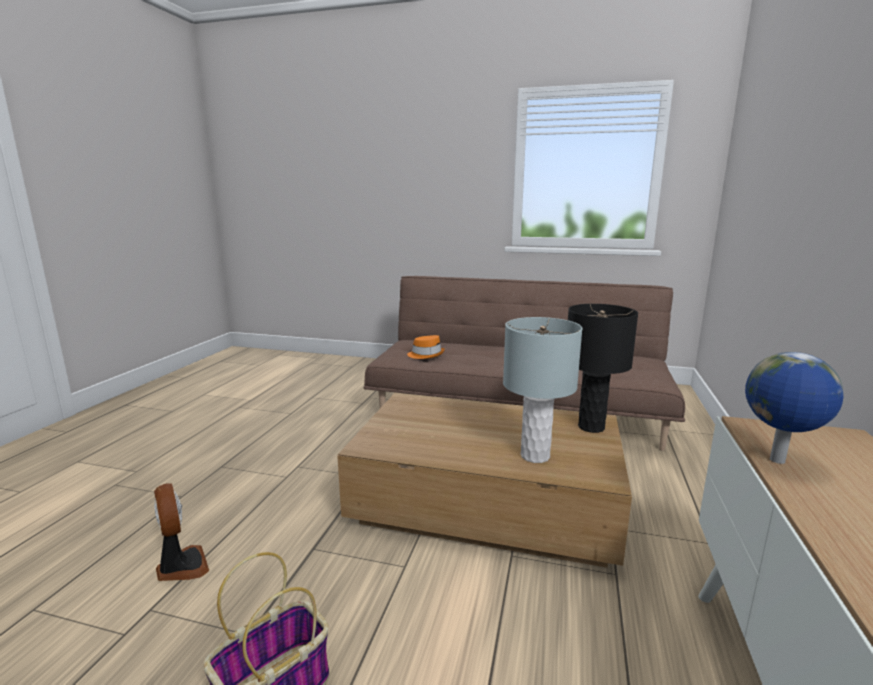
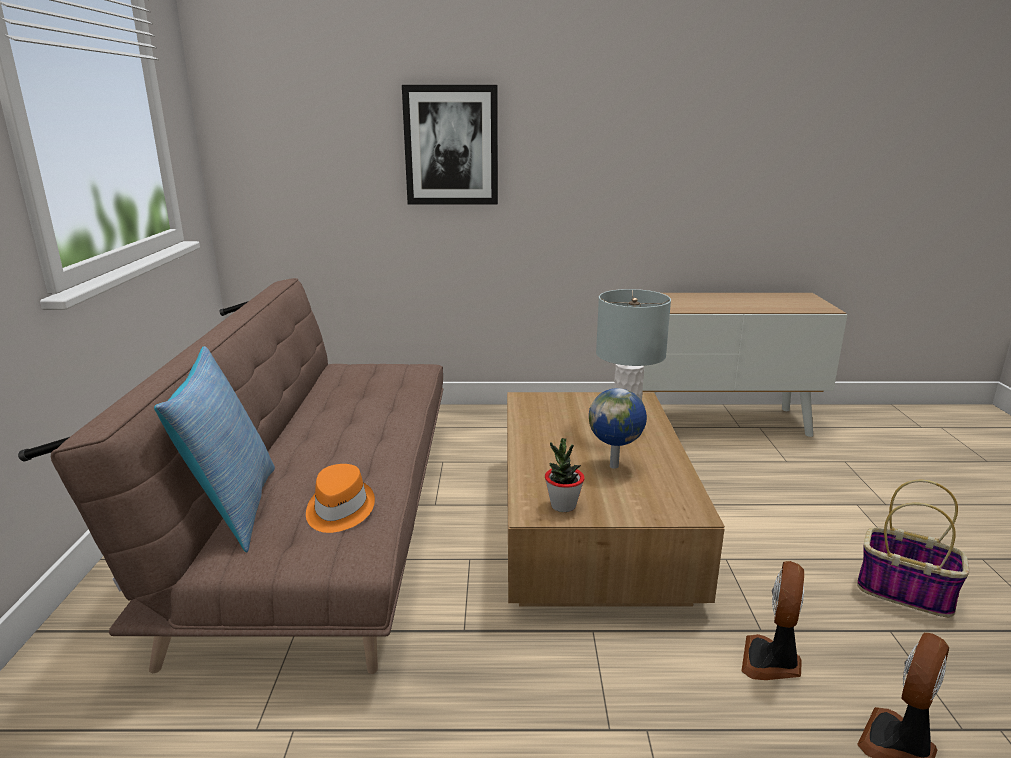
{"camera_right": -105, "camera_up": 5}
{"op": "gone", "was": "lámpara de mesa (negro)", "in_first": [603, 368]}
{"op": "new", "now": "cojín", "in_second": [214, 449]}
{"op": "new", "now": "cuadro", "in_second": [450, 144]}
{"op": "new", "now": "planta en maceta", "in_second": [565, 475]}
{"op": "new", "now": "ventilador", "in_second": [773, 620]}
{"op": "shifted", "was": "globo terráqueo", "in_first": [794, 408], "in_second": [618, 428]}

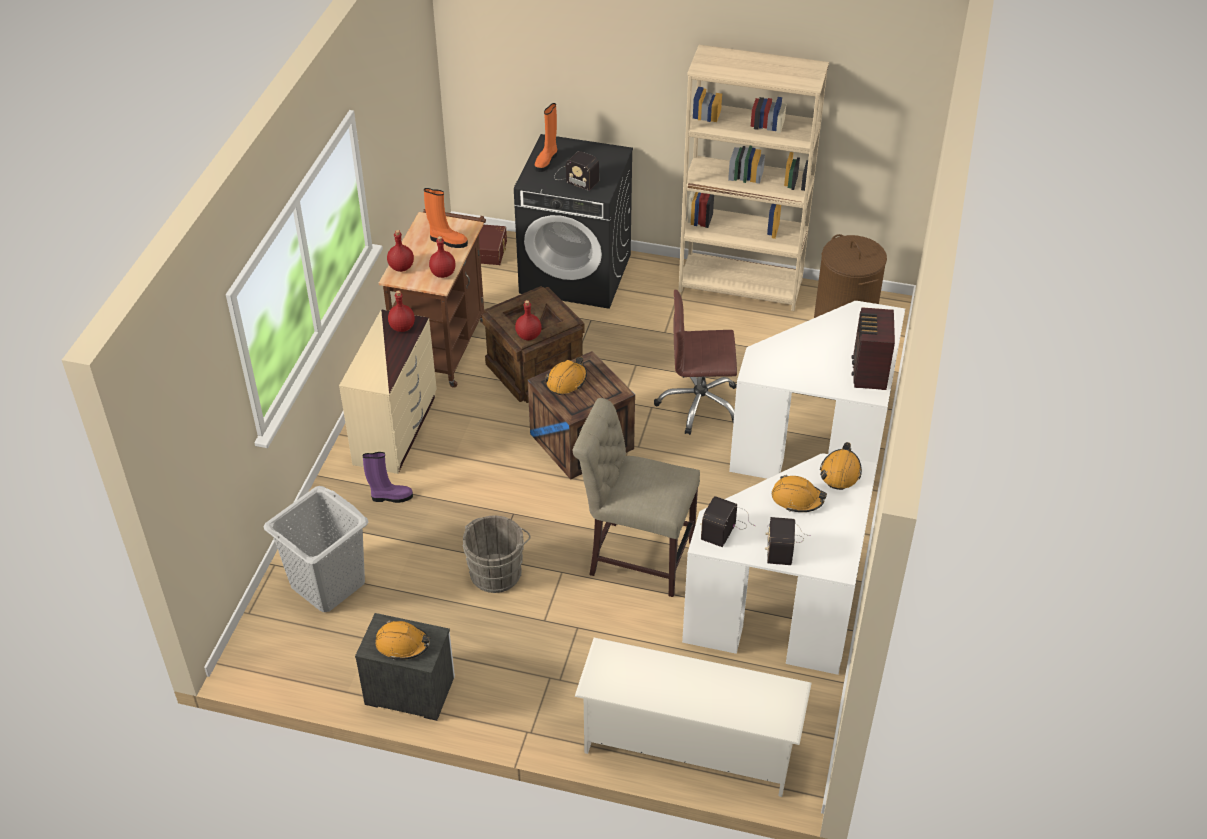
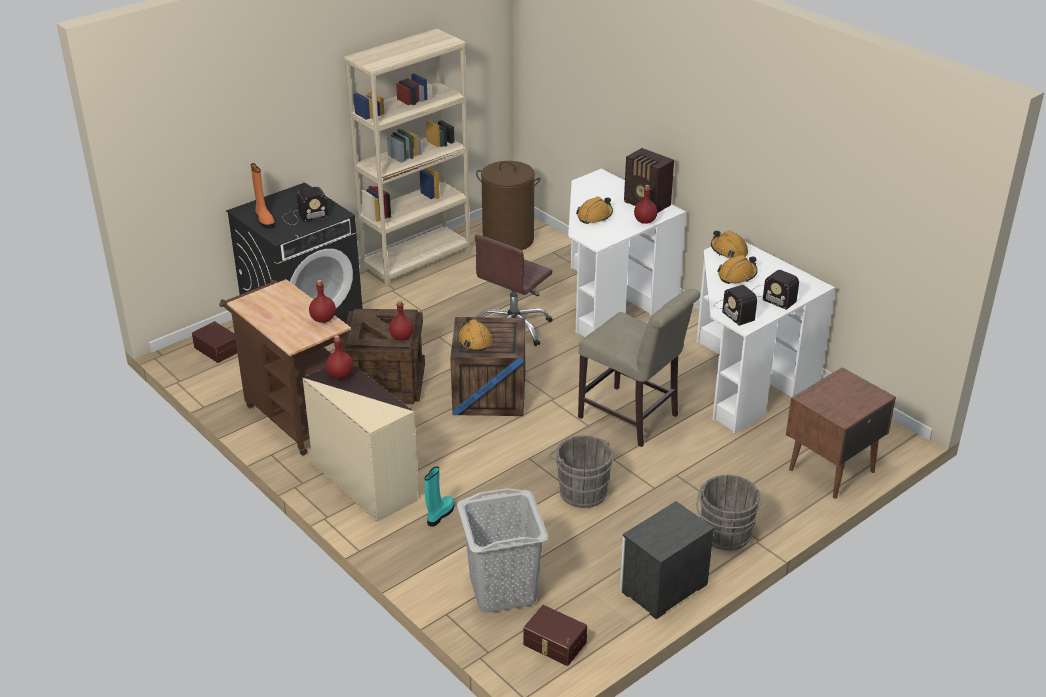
{"camera_right": -55, "camera_up": -10}
{"op": "gone", "was": "bota (naranja)", "in_first": [446, 218]}
{"op": "new", "now": "caja de almacenaje (marrón)", "in_second": [555, 635]}
{"op": "new", "now": "cubo (gris)", "in_second": [728, 513]}
{"op": "shifted", "was": "casco (naranja)", "in_first": [402, 640], "in_second": [594, 210]}
{"op": "shifted", "was": "botella (rojo)", "in_first": [400, 251], "in_second": [645, 204]}
{"op": "swapped", "was": "zapatero (blanco)", "now": "mesita de noche (marrón)", "in_first": [693, 717], "in_second": [841, 433]}
{"op": "repainted", "was": "bota (morado)", "now": "bota (turquesa)", "in_first": [388, 477], "in_second": [439, 497]}
{"op": "rotated", "was": "silla (beis)", "in_first": [636, 497], "in_second": [639, 368], "clockwise": -105}

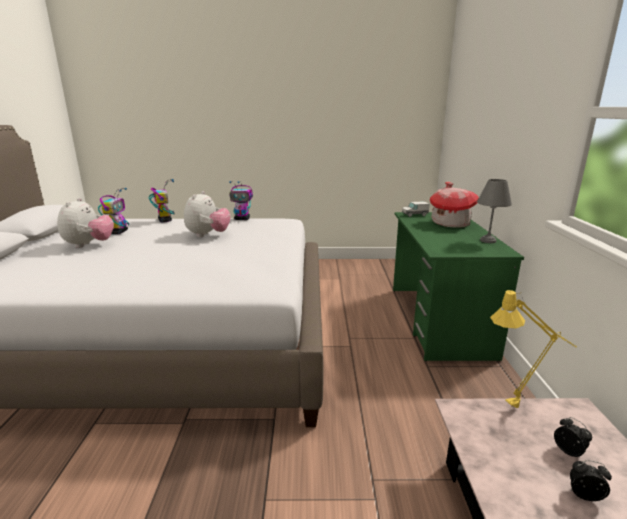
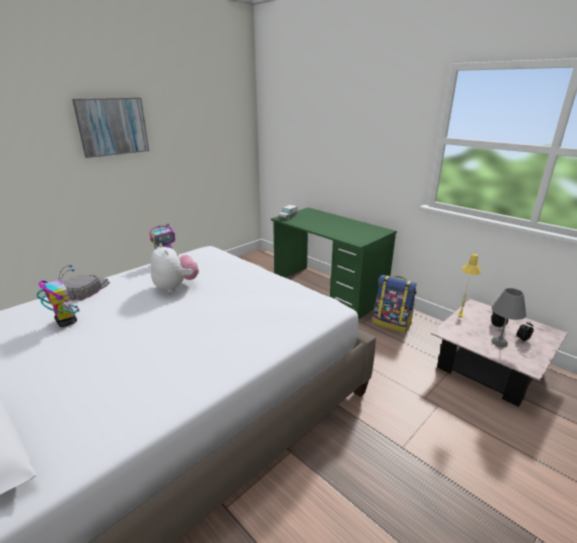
{"camera_right": -45, "camera_up": 5}
{"op": "gone", "was": "peluche", "in_first": [85, 223]}
{"op": "gone", "was": "casita", "in_first": [454, 205]}
{"op": "new", "now": "cuadro", "in_second": [110, 128]}
{"op": "new", "now": "mochila", "in_second": [395, 304]}
{"op": "shifted", "was": "lámpara de mesa (gris)", "in_first": [494, 211], "in_second": [508, 317]}
{"op": "swapped", "was": "robot de juguete", "now": "gorra (gris)", "in_first": [161, 200], "in_second": [86, 287]}

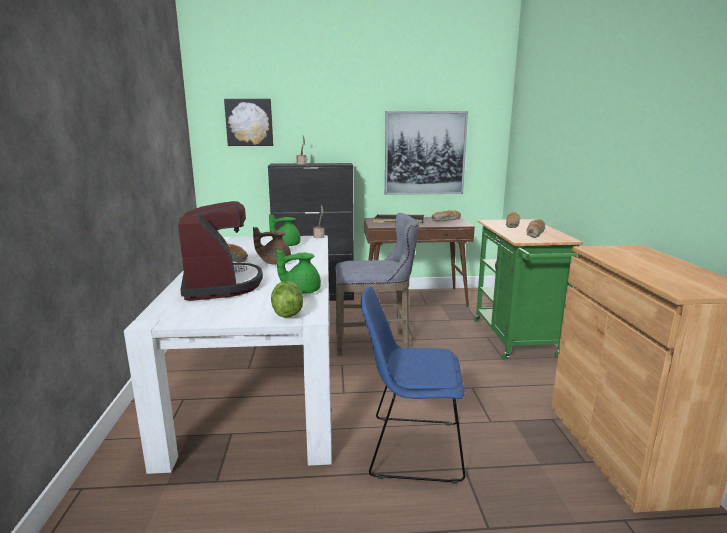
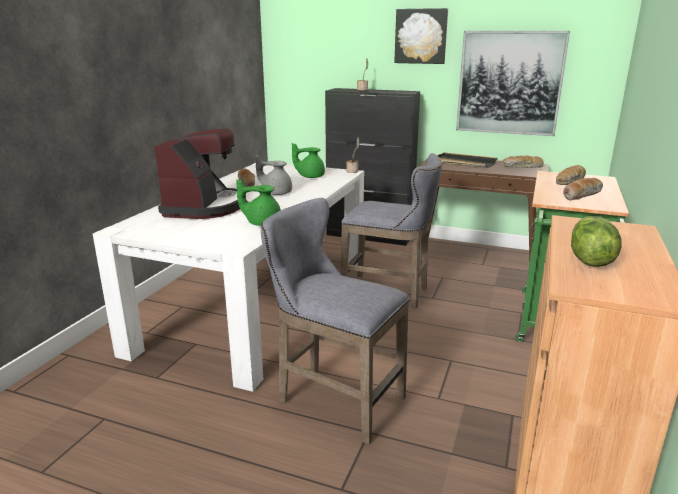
{"camera_right": 25, "camera_up": 5}
{"op": "shifted", "was": "cuadro", "in_first": [248, 122], "in_second": [421, 36]}
{"op": "shifted", "was": "lechuga", "in_first": [287, 299], "in_second": [596, 241]}
{"op": "swapped", "was": "silla (azul)", "now": "taburete (gris)", "in_first": [413, 385], "in_second": [335, 321]}
{"op": "repainted", "was": "tetera (marrón)", "now": "tetera (gris)", "in_first": [272, 246], "in_second": [273, 175]}

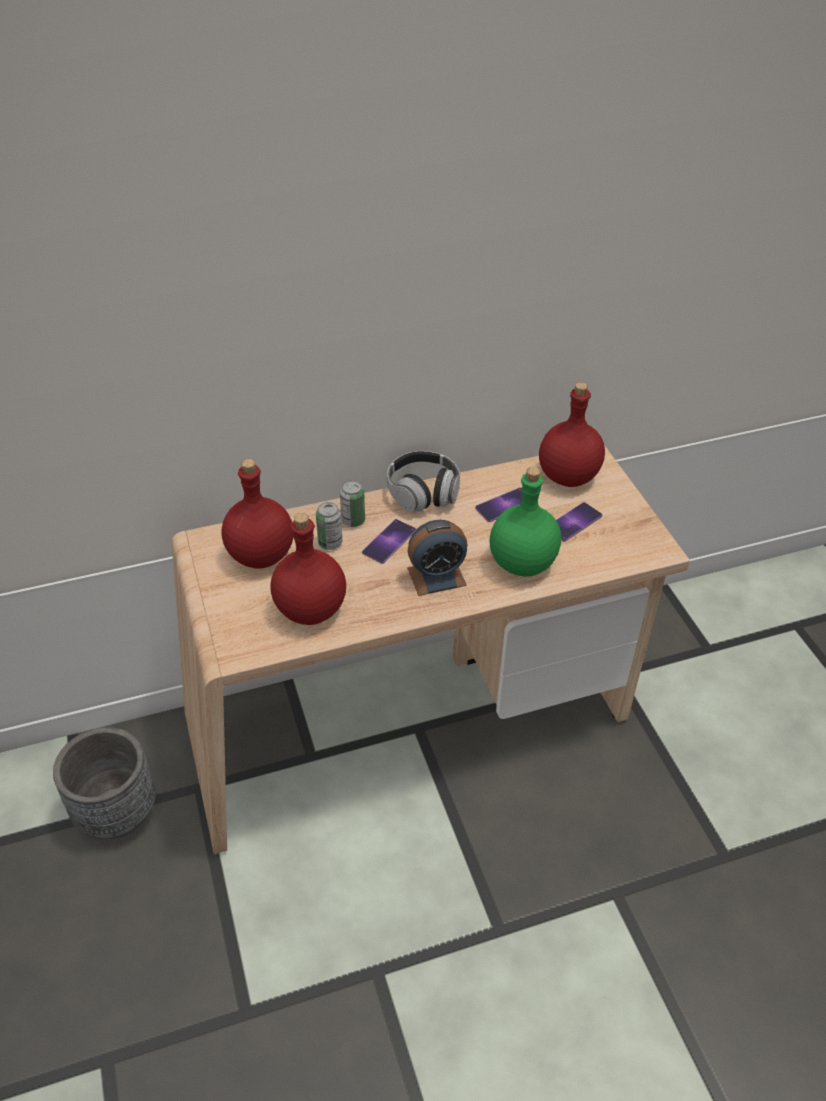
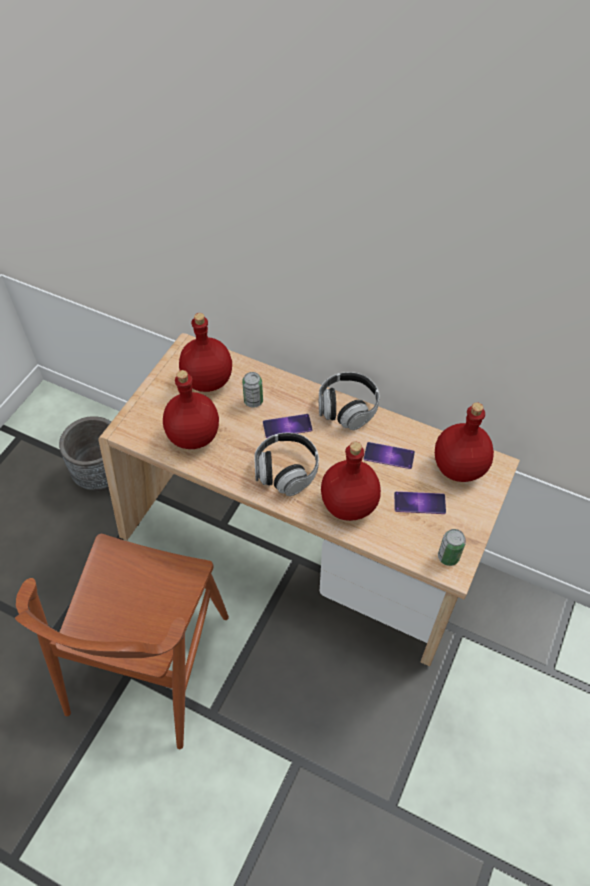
{"camera_right": 45, "camera_up": 10}
{"op": "new", "now": "silla (marrón)", "in_second": [122, 641]}
{"op": "shifted", "was": "lata", "in_first": [352, 503], "in_second": [452, 547]}
{"op": "swapped", "was": "despertador", "now": "auriculares", "in_first": [437, 558], "in_second": [286, 464]}
{"op": "repainted", "was": "botella (verde)", "now": "botella (rojo)", "in_first": [525, 522], "in_second": [351, 481]}

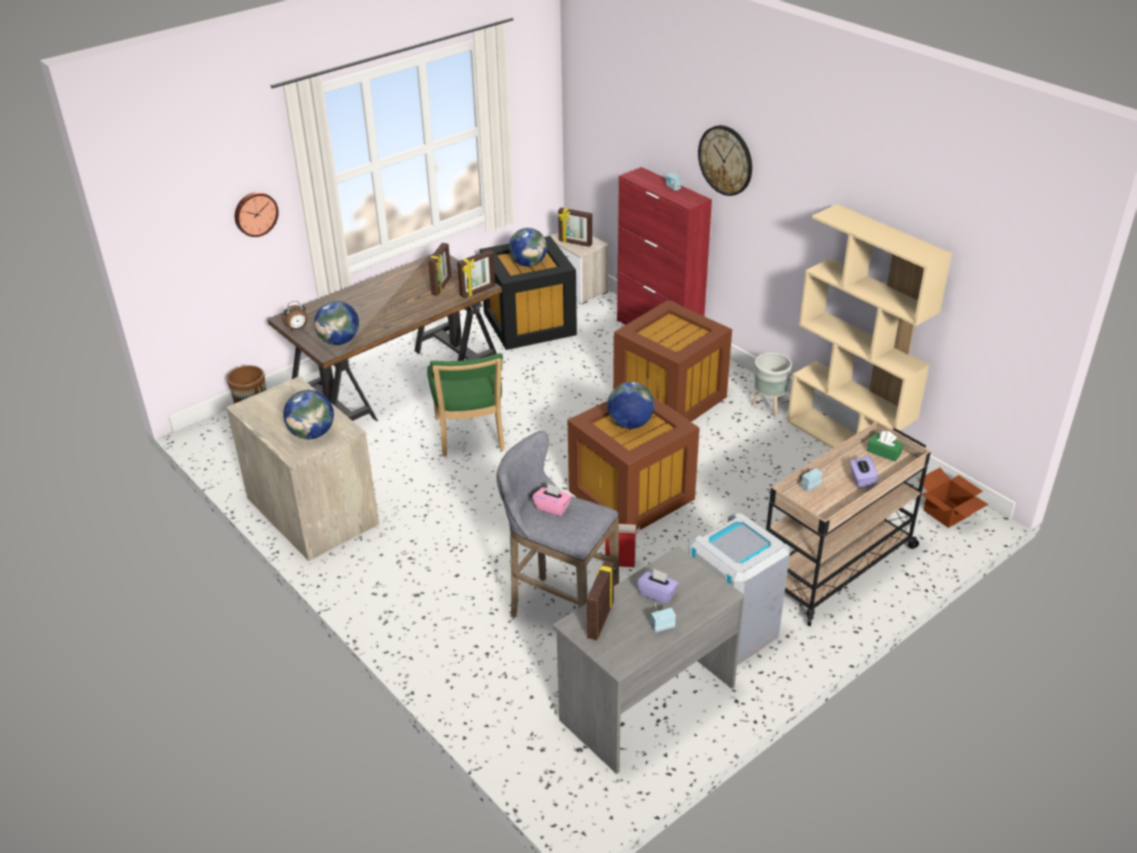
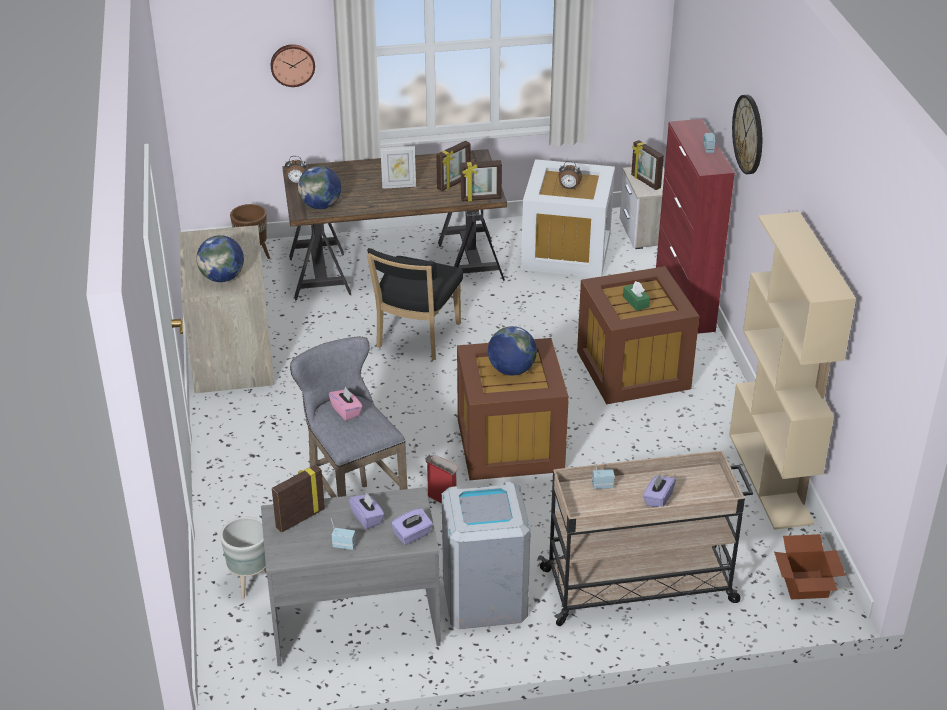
{"camera_right": 30, "camera_up": 0}
{"op": "new", "now": "portarretratos", "in_second": [398, 167]}
{"op": "new", "now": "caja de pañuelos (morado)", "in_second": [412, 526]}
{"op": "shifted", "was": "maceta (gris)", "in_first": [771, 384], "in_second": [243, 558]}
{"op": "shifted", "was": "caja de pañuelos (verde)", "in_first": [885, 446], "in_second": [636, 296]}
{"op": "swapped", "was": "globo terráqueo", "now": "despertador", "in_first": [528, 247], "in_second": [570, 175]}
{"op": "repainted", "was": "silla (verde)", "now": "silla (negro)", "in_first": [466, 405], "in_second": [415, 304]}
{"op": "repainted", "was": "caja de almacenaje (negro)", "now": "caja de almacenaje (blanco)", "in_first": [528, 293], "in_second": [568, 218]}

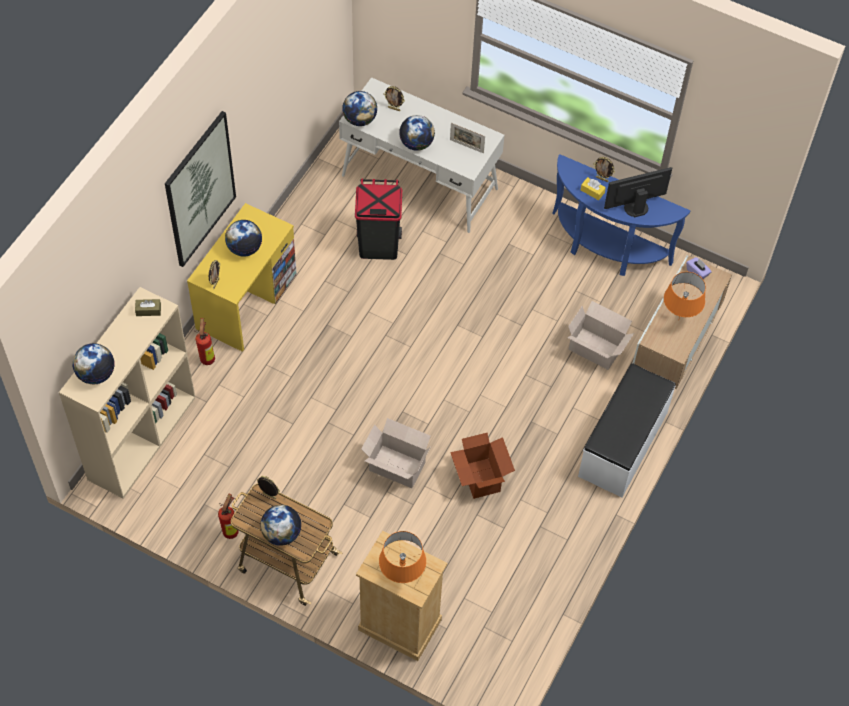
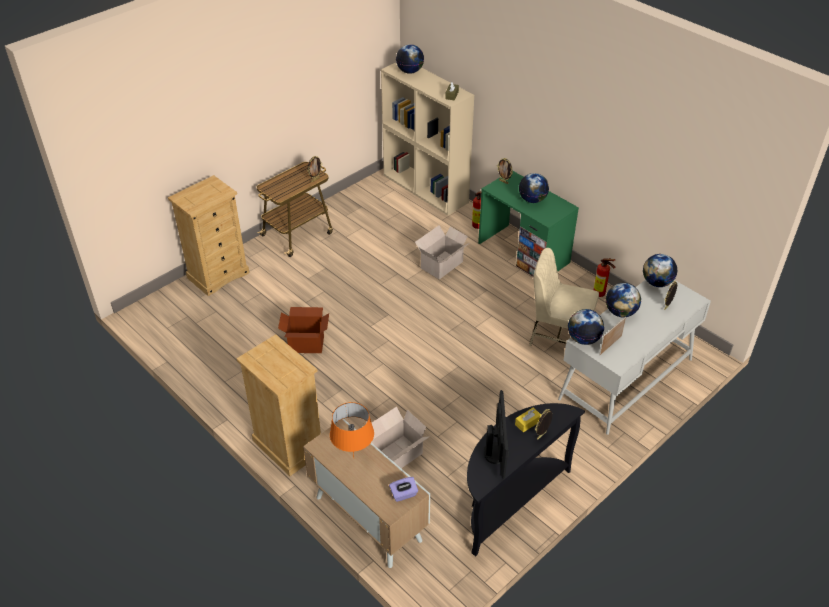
{"camera_right": 110, "camera_up": -15}
{"op": "gone", "was": "cuadro", "in_first": [200, 189]}
{"op": "gone", "was": "lámpara de mesa (naranja)", "in_first": [402, 557]}
{"op": "shifted", "was": "extintor", "in_first": [228, 516], "in_second": [604, 277]}
{"op": "shifted", "was": "globo terráqueo", "in_first": [280, 525], "in_second": [586, 327]}
{"op": "shifted", "was": "caja de cartón", "in_first": [396, 453], "in_second": [443, 252]}
{"op": "swapped", "was": "papelera (negro)", "now": "silla (beis)", "in_first": [378, 219], "in_second": [564, 297]}
{"op": "swapped", "was": "banco (blanco)", "now": "cómoda (beis)", "in_first": [627, 430], "in_second": [278, 405]}
{"op": "repainted", "was": "escritorio (amarillo)", "now": "escritorio (verde)", "in_first": [242, 277], "in_second": [528, 223]}
{"op": "repainted", "was": "mesa consola (azul)", "now": "mesa consola (negro)", "in_first": [621, 215], "in_second": [526, 480]}

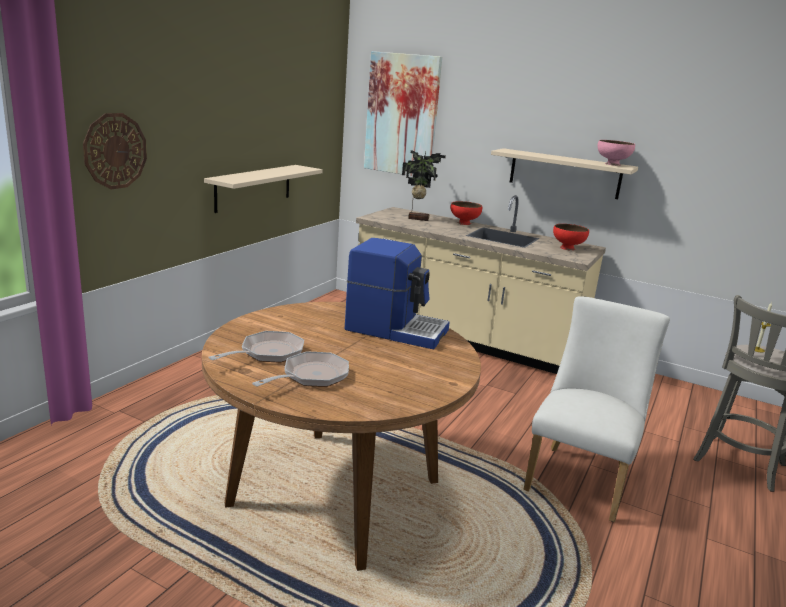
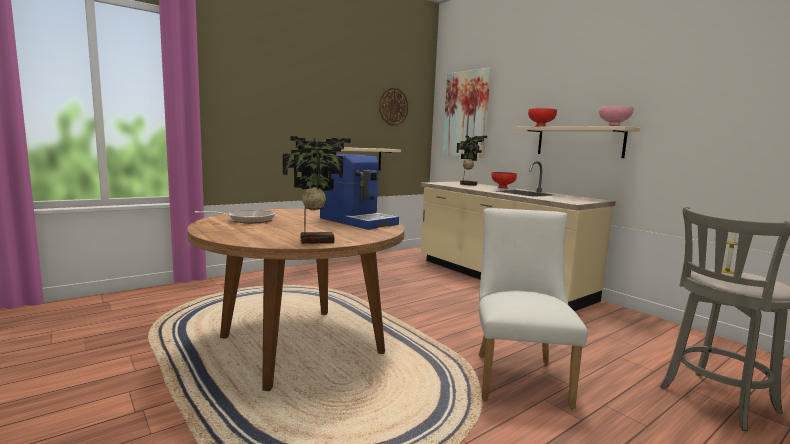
{"camera_right": 25, "camera_up": -10}
{"op": "gone", "was": "sartén", "in_first": [300, 369]}
{"op": "new", "now": "planta en maceta", "in_second": [317, 190]}
{"op": "shifted", "was": "reloj de pared", "in_first": [115, 151], "in_second": [393, 107]}
{"op": "shifted", "was": "cuenco (rojo)", "in_first": [571, 237], "in_second": [542, 117]}
{"op": "rotated", "was": "silla (blanco)", "in_first": [597, 409], "in_second": [533, 308], "clockwise": -45}

